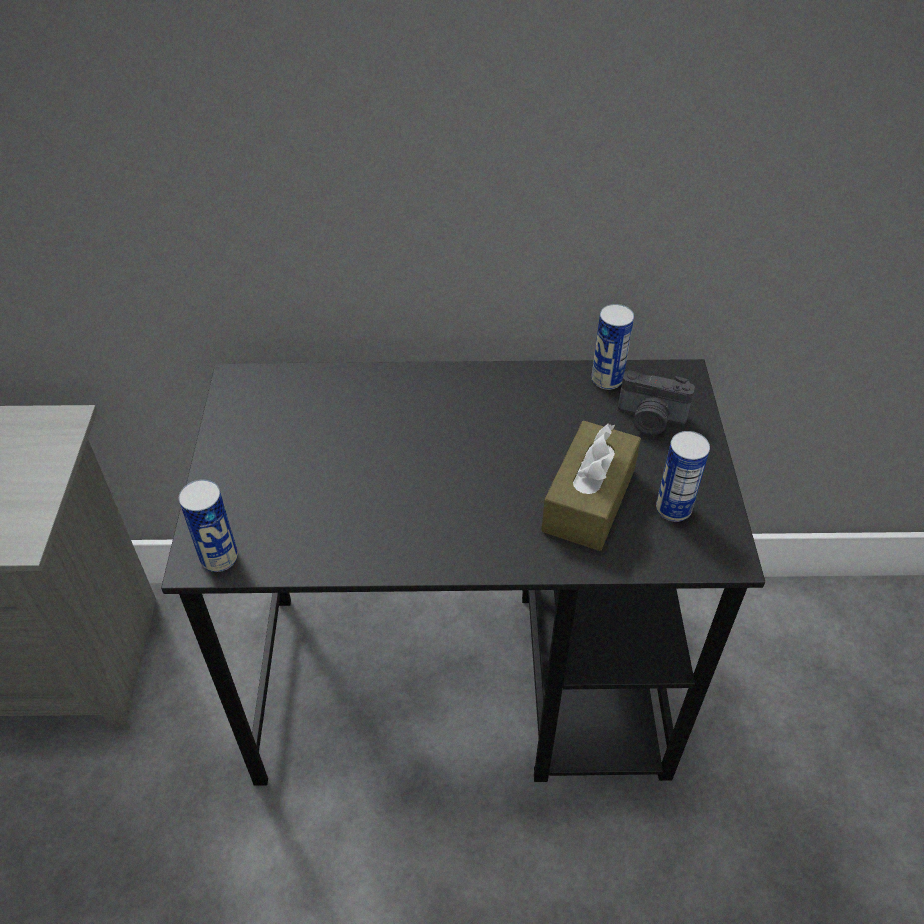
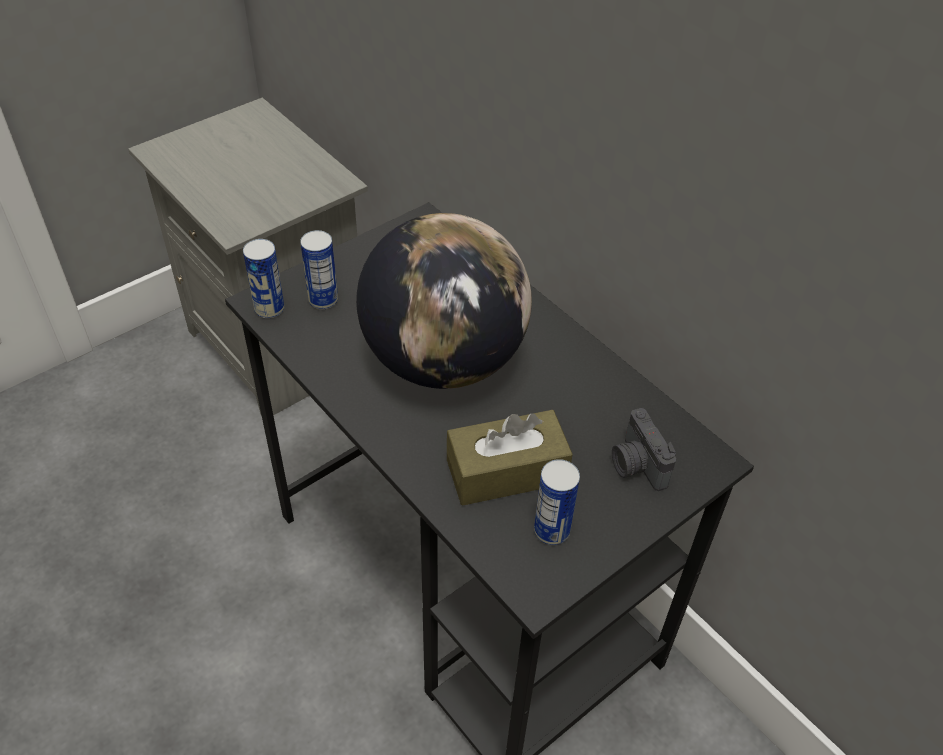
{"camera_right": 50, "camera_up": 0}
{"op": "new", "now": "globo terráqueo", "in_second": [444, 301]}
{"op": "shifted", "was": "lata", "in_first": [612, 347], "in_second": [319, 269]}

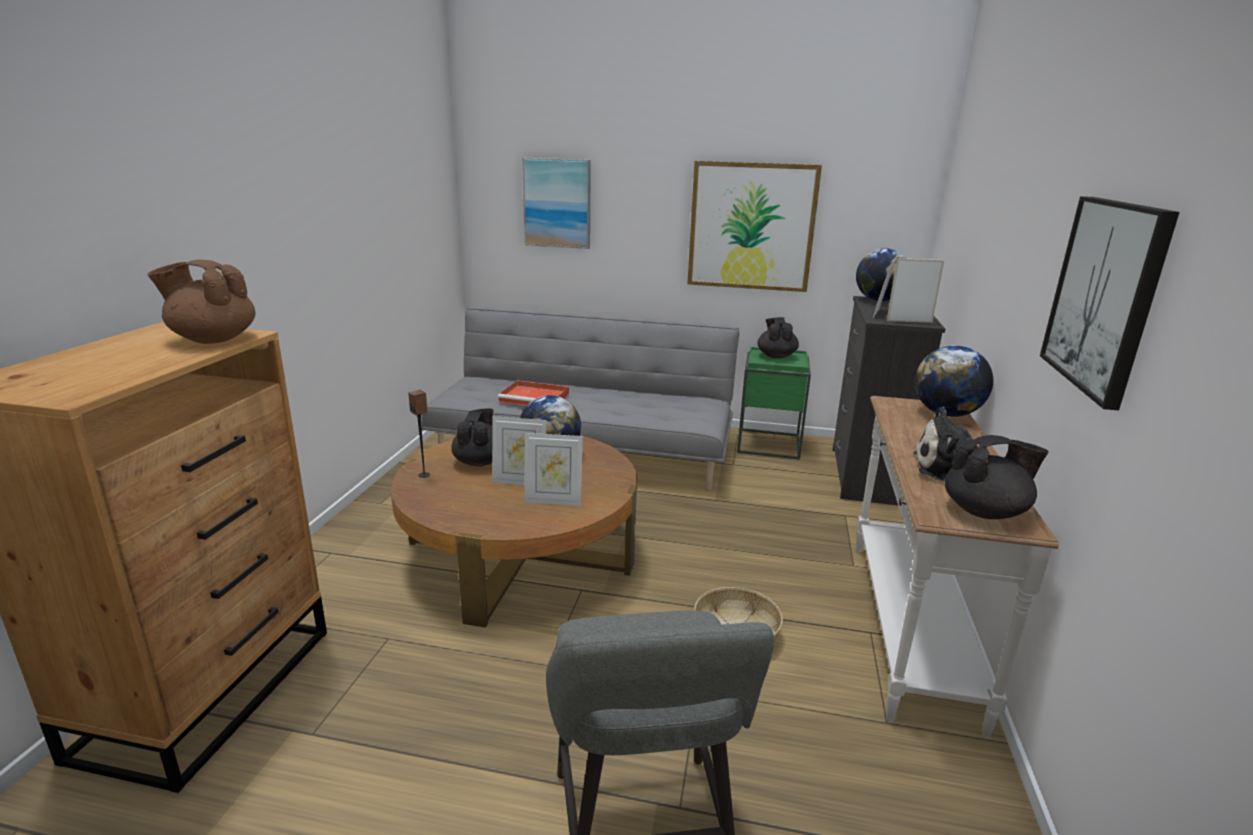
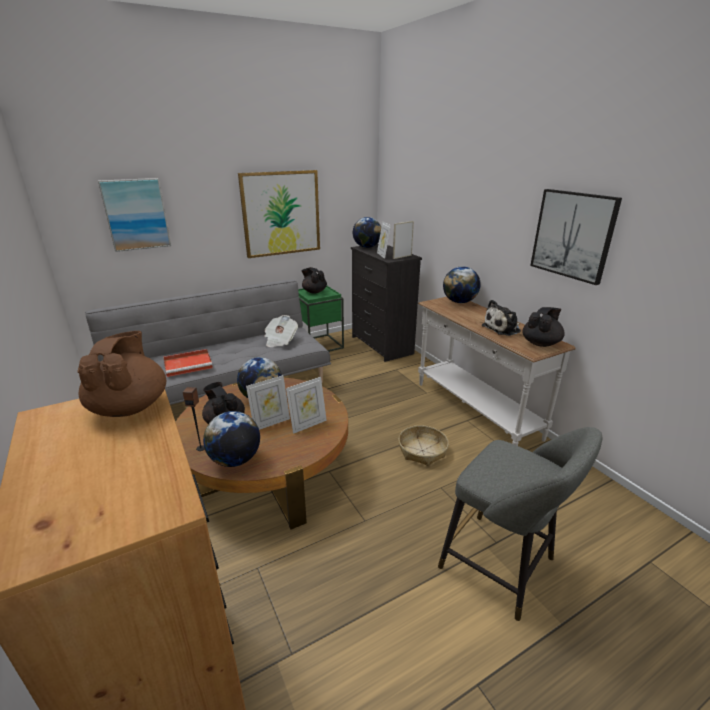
{"camera_right": -40, "camera_up": 5}
{"op": "new", "now": "globo terráqueo", "in_second": [231, 439]}
{"op": "new", "now": "periódico", "in_second": [281, 331]}
{"op": "rotated", "was": "tetera (marrón)", "in_first": [202, 301], "in_second": [122, 374], "clockwise": 120}

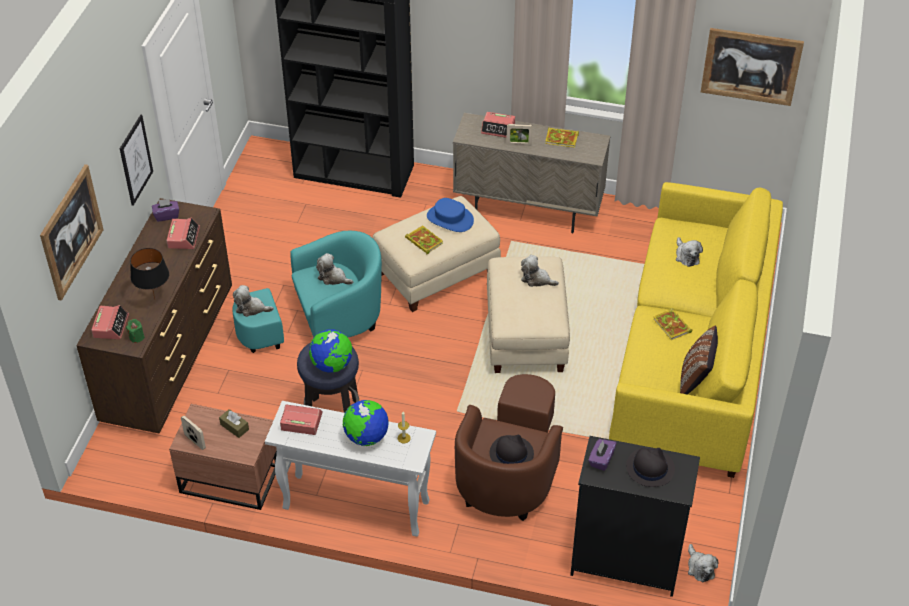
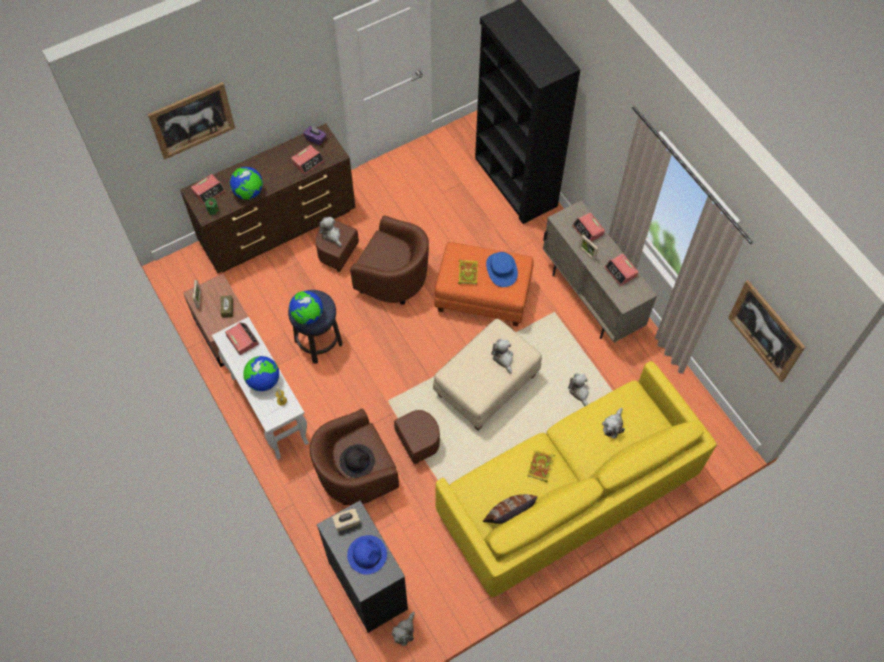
{"camera_right": 45, "camera_up": 15}
{"op": "gone", "was": "cuadro", "in_first": [136, 160]}
{"op": "shifted", "was": "peluche", "in_first": [334, 269], "in_second": [578, 389]}
{"op": "swapped", "was": "lámpara de mesa (negro)", "now": "globo terráqueo", "in_first": [149, 273], "in_second": [246, 183]}
{"op": "swapped", "was": "libro", "now": "despertador", "in_first": [562, 137], "in_second": [621, 270]}
{"op": "repainted", "was": "sillón (turquesa)", "now": "sillón (marrón)", "in_first": [307, 292], "in_second": [372, 260]}
{"op": "repainted", "was": "puf (beis)", "now": "puf (naranja)", "in_first": [436, 254], "in_second": [484, 284]}
{"op": "repainted", "was": "caja de pañuelos (morado)", "now": "caja de pañuelos (beis)", "in_first": [602, 455], "in_second": [346, 520]}
{"op": "repainted", "was": "sombrero (negro)", "now": "sombrero (azul)", "in_first": [650, 467], "in_second": [367, 555]}

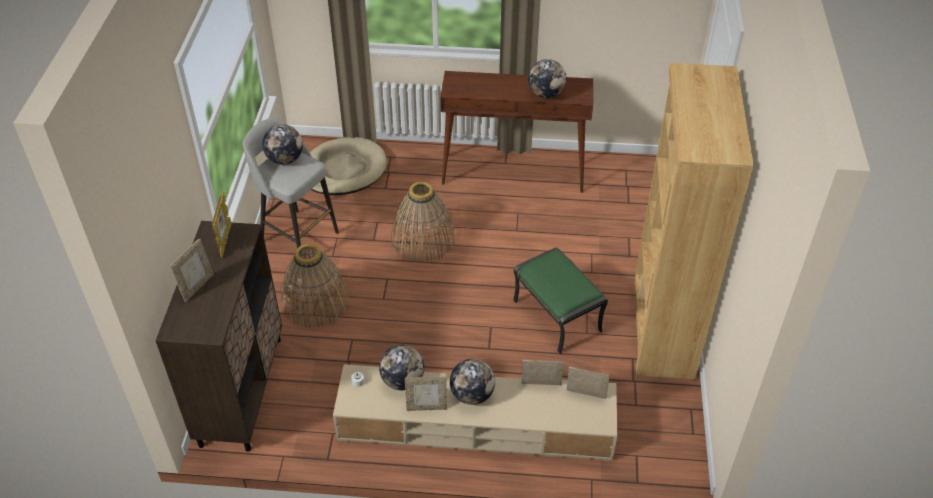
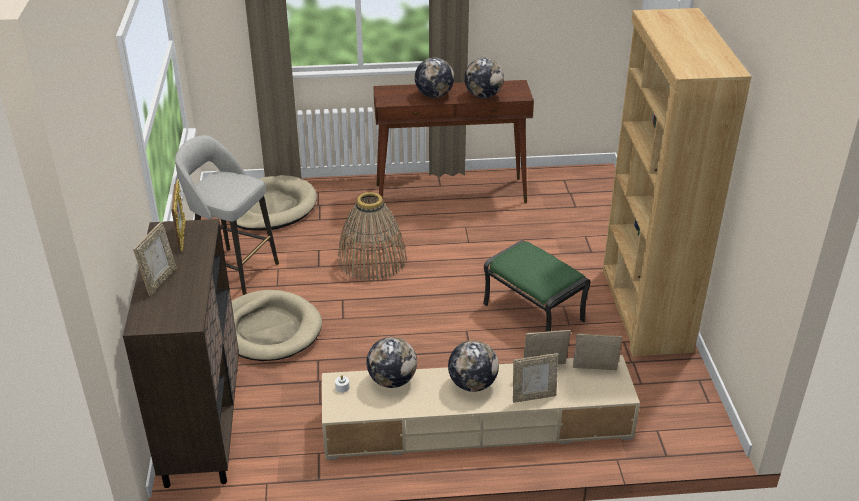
{"camera_right": -10, "camera_up": -10}
{"op": "shifted", "was": "globo terráqueo", "in_first": [282, 144], "in_second": [434, 78]}
{"op": "shifted", "was": "portarretratos", "in_first": [426, 393], "in_second": [535, 378]}
{"op": "swapped", "was": "cesta", "now": "cama para perro (beis)", "in_first": [315, 286], "in_second": [276, 325]}

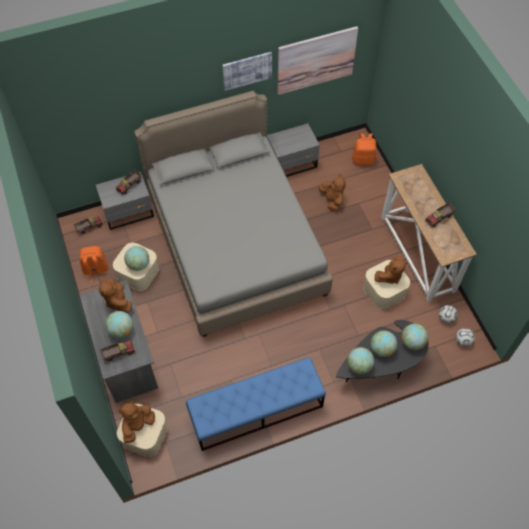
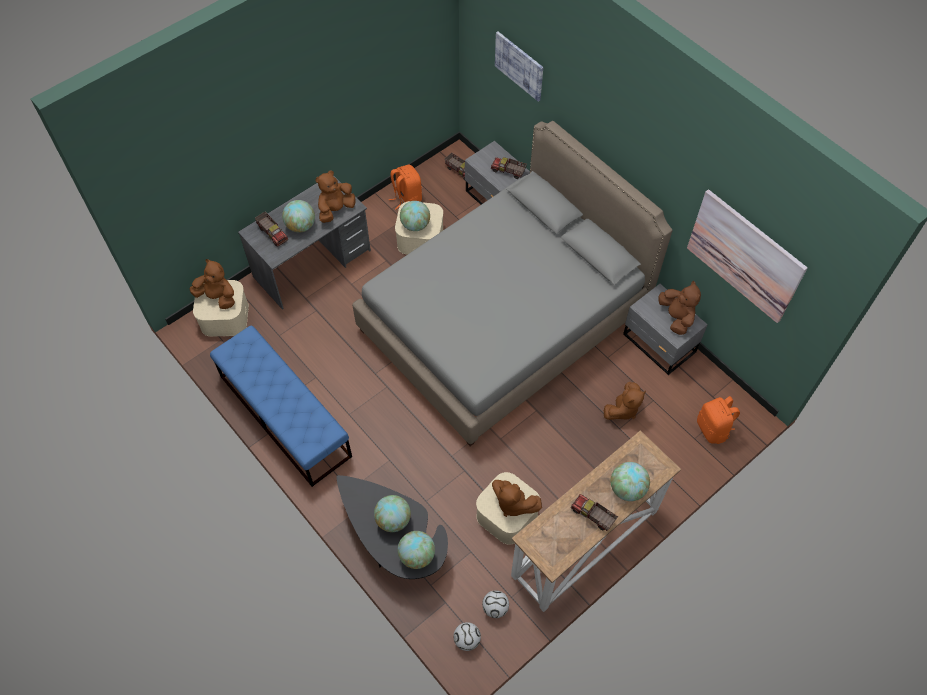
{"camera_right": 70, "camera_up": 0}
{"op": "new", "now": "peluche (marrón)", "in_second": [679, 308]}
{"op": "shifted", "was": "cuadro", "in_first": [247, 71], "in_second": [519, 67]}
{"op": "shifted", "was": "globo terráqueo", "in_first": [360, 360], "in_second": [630, 481]}

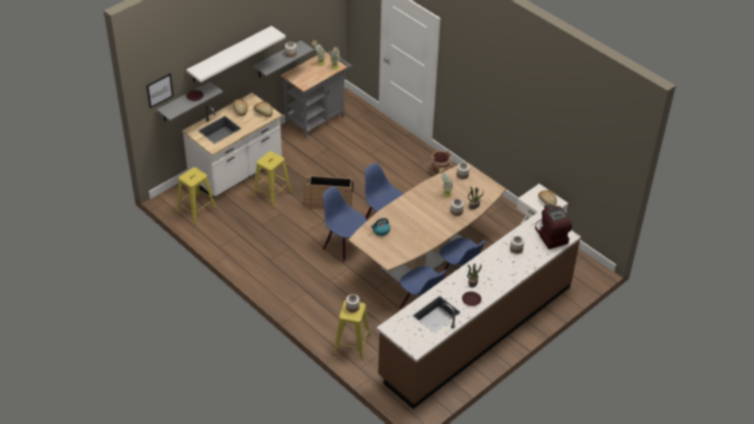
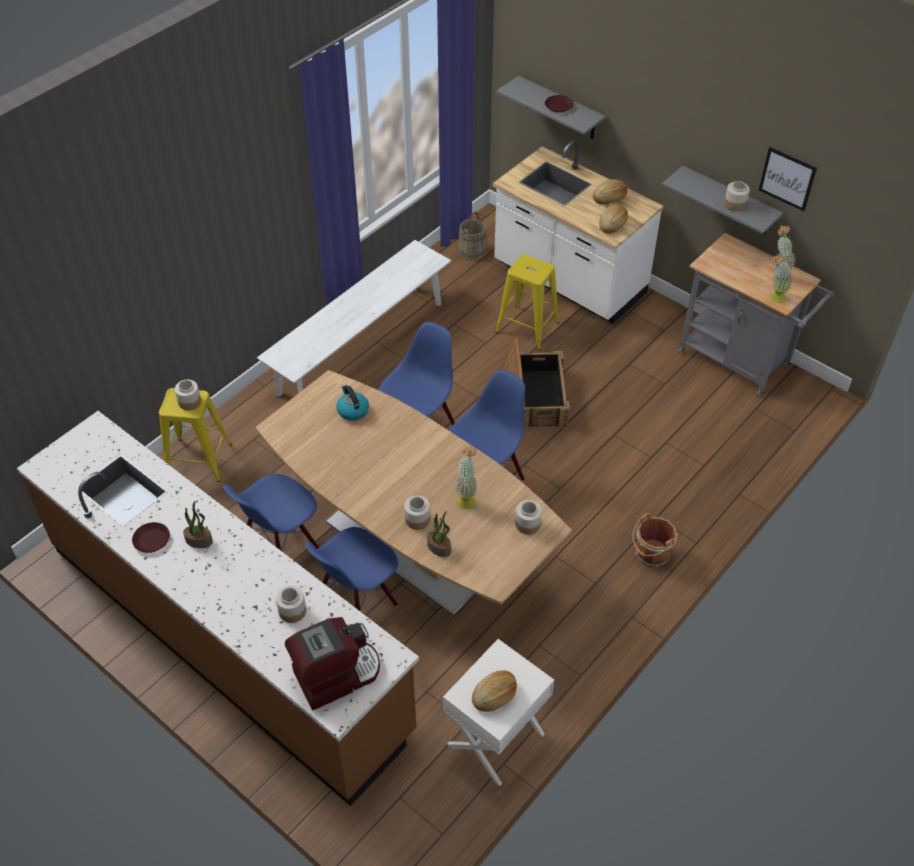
{"camera_right": 85, "camera_up": 5}
{"op": "gone", "was": "estante (blanco)", "in_first": [236, 54]}
{"op": "new", "now": "banco (blanco)", "in_second": [354, 318]}
{"op": "shifted", "was": "cuadro", "in_first": [160, 90], "in_second": [788, 179]}
{"op": "swapped", "was": "taburete (amarillo)", "now": "cubo (beis)", "in_first": [196, 196], "in_second": [472, 236]}

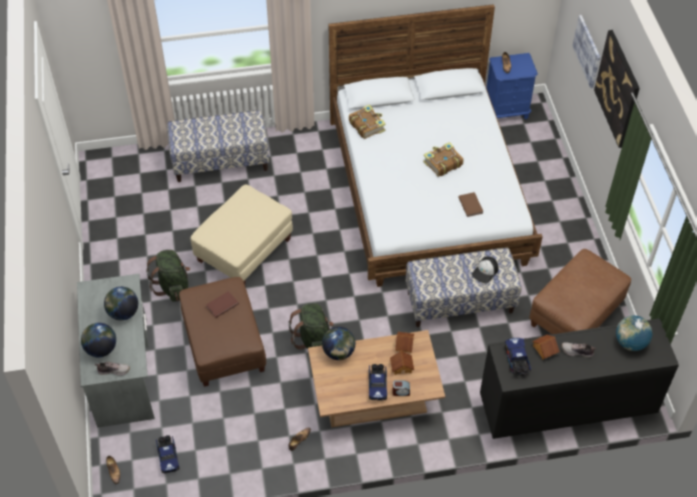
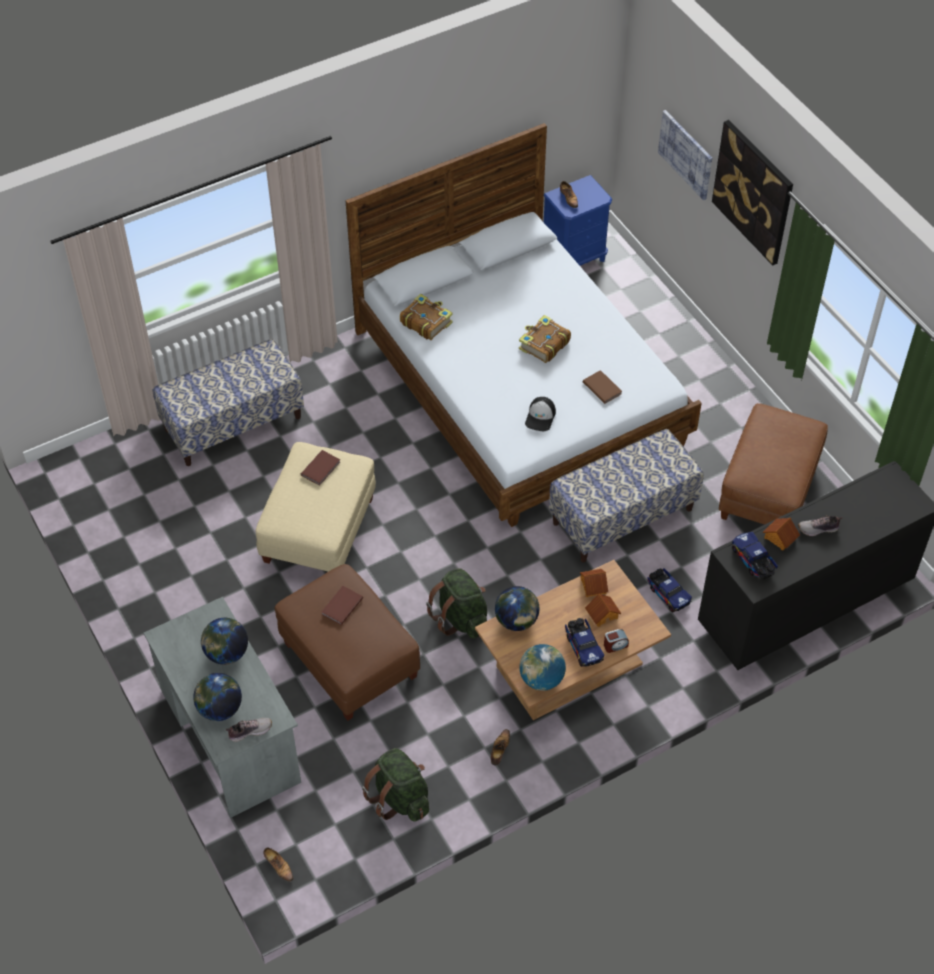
{"camera_right": -20, "camera_up": 0}
{"op": "new", "now": "libro (marrón)", "in_second": [320, 468]}
{"op": "shifted", "was": "mochila (verde)", "in_first": [168, 275], "in_second": [395, 785]}
{"op": "shifted", "was": "camión de juguete", "in_first": [167, 454], "in_second": [669, 590]}
{"op": "shifted", "was": "gorra", "in_first": [485, 270], "in_second": [540, 414]}
{"op": "shifted", "was": "globo terráqueo", "in_first": [634, 333], "in_second": [543, 667]}

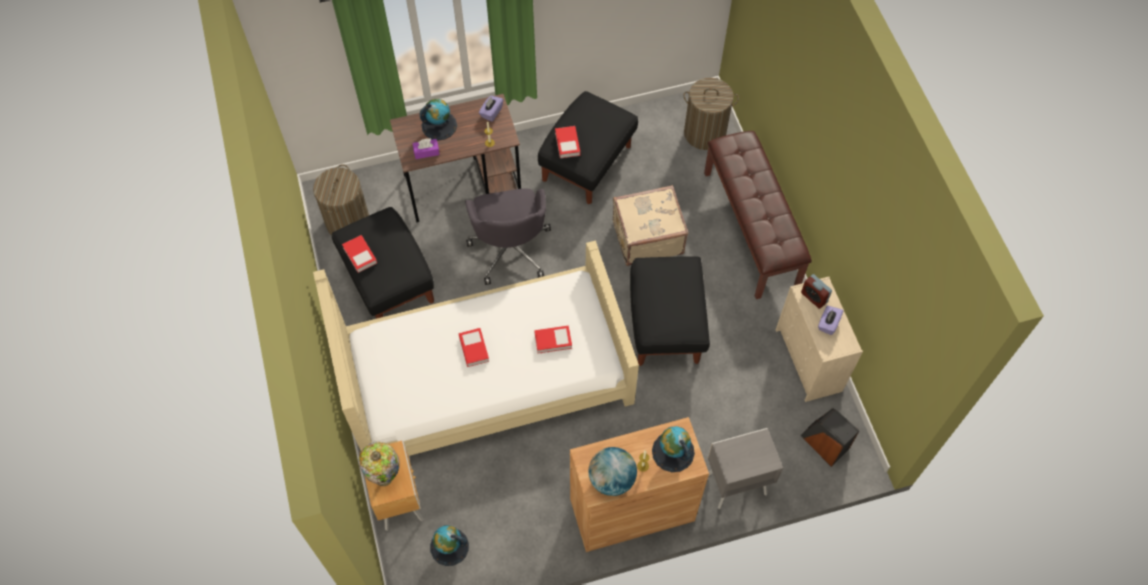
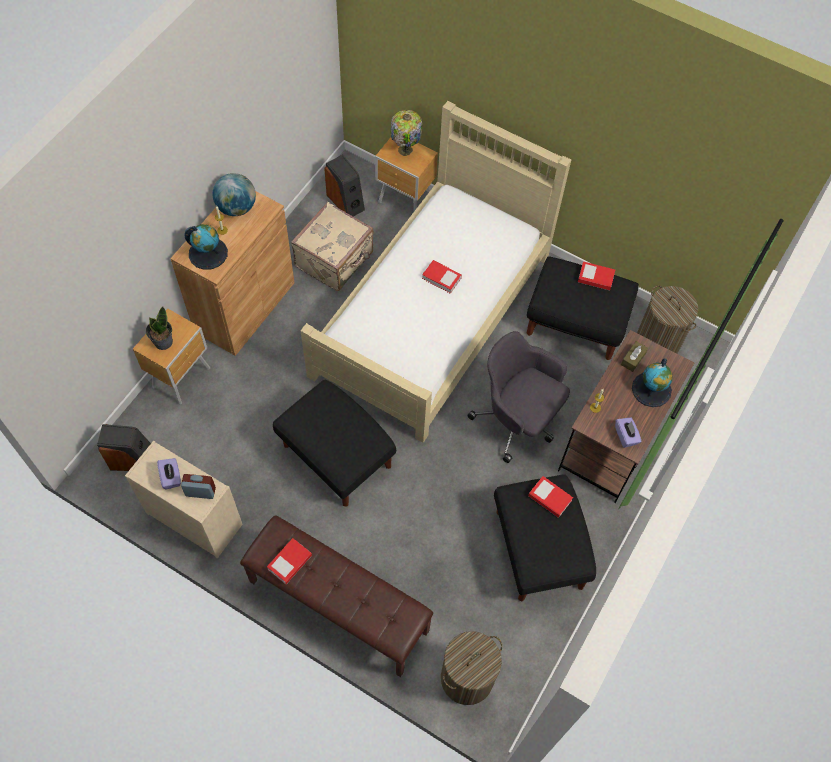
{"camera_right": 135, "camera_up": 0}
{"op": "new", "now": "planta en maceta", "in_second": [159, 328]}
{"op": "shifted", "was": "libro", "in_first": [553, 339], "in_second": [289, 561]}
{"op": "shifted", "was": "maleta (beis)", "in_first": [651, 225], "in_second": [332, 246]}
{"op": "swapped", "was": "globo terráqueo", "now": "altavoz", "in_first": [449, 545], "in_second": [344, 185]}
{"op": "repainted", "was": "caja de pañuelos (morado)", "now": "caja de pañuelos (marrón)", "in_first": [426, 148], "in_second": [634, 356]}
{"op": "repainted", "was": "mesita de noche (gris)", "now": "mesita de noche (marrón)", "in_first": [745, 468], "in_second": [171, 356]}

